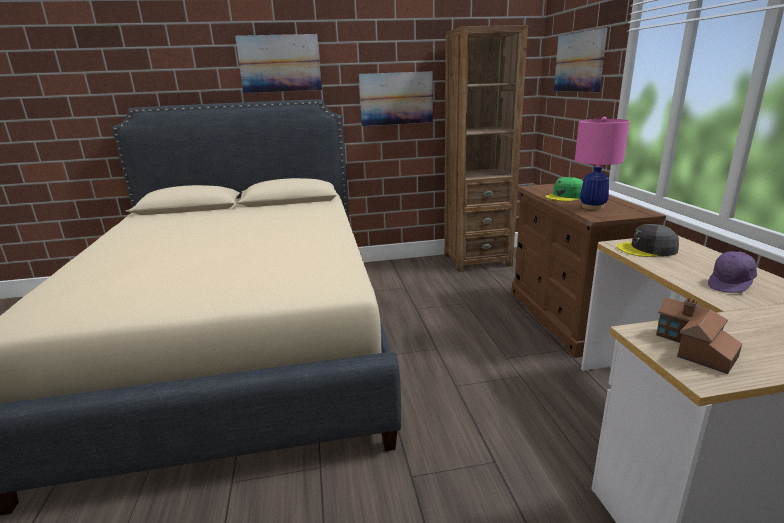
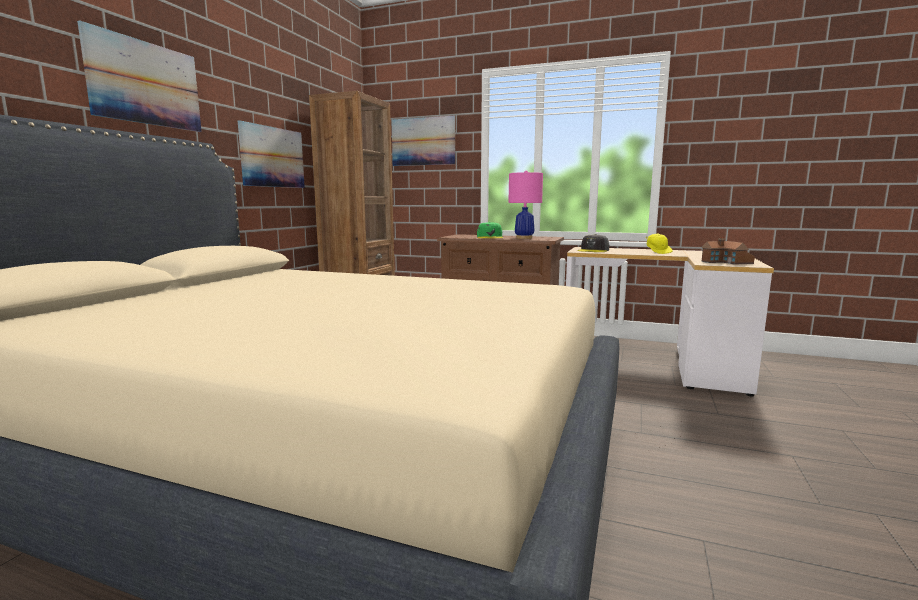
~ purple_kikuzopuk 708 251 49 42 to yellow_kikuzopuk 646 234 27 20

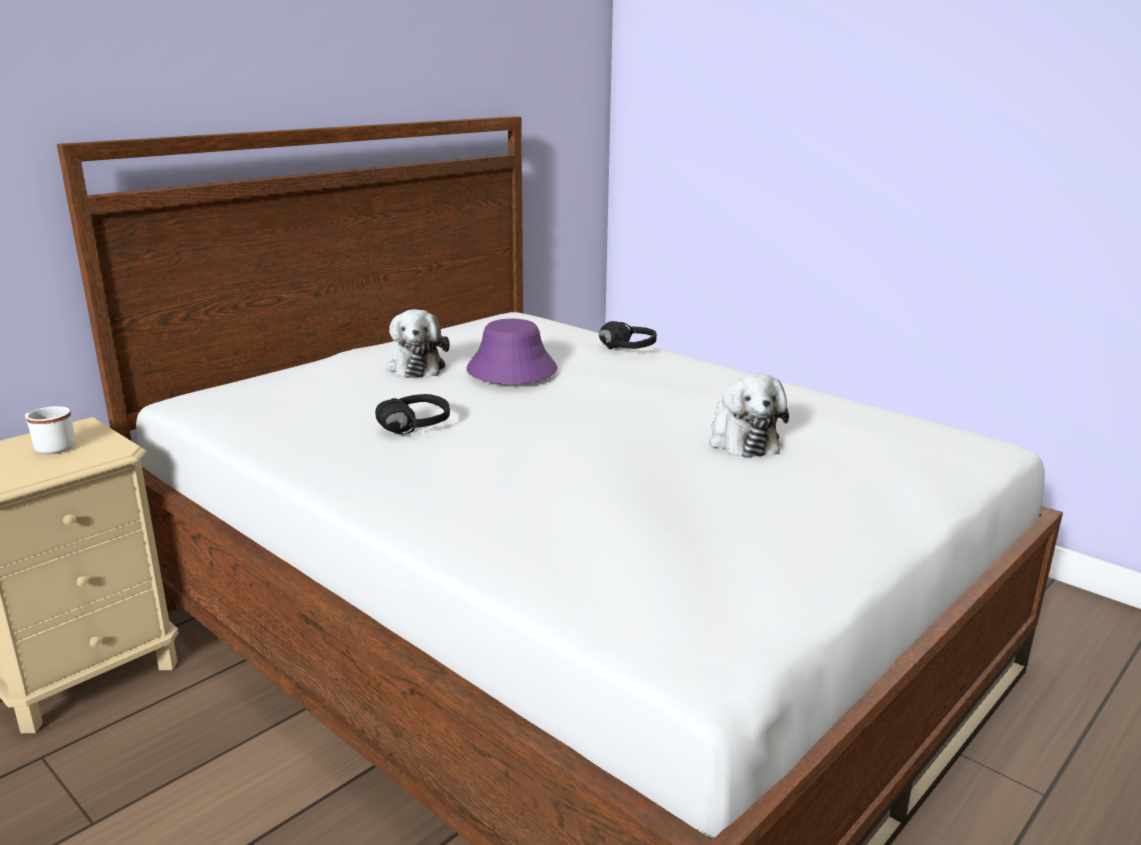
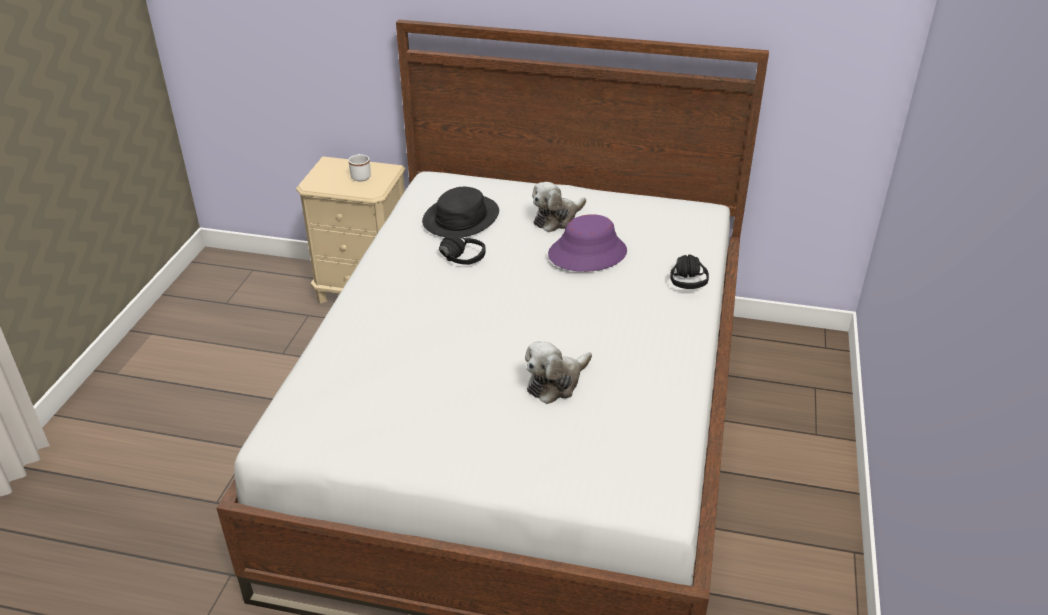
+ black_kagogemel 422 187 77 50

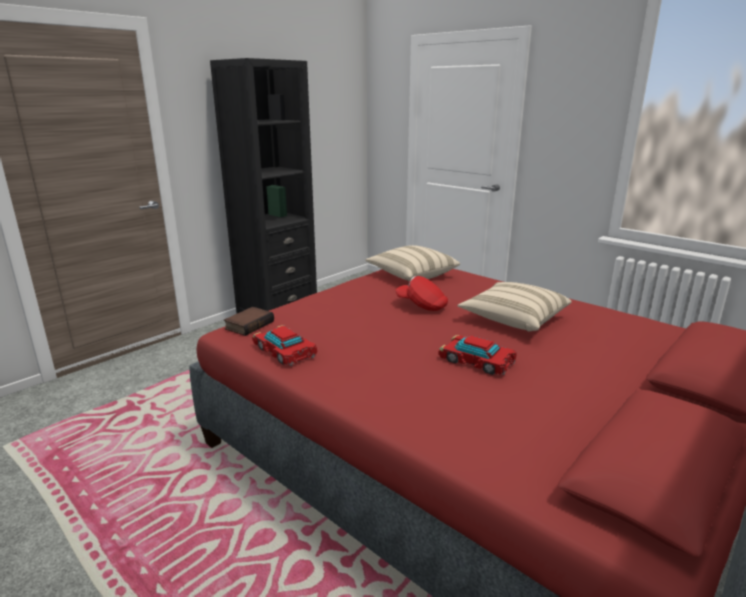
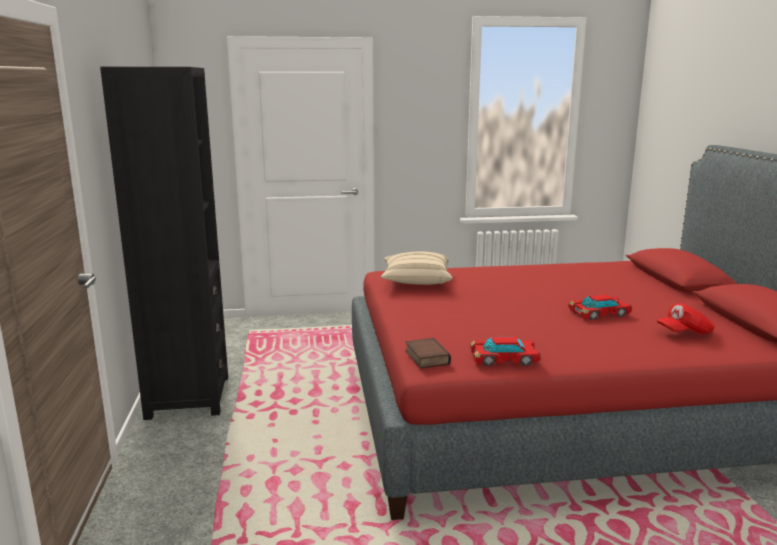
~ red_kikuzopuk 395 276 53 35 to 657 303 58 32
- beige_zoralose 458 282 114 49

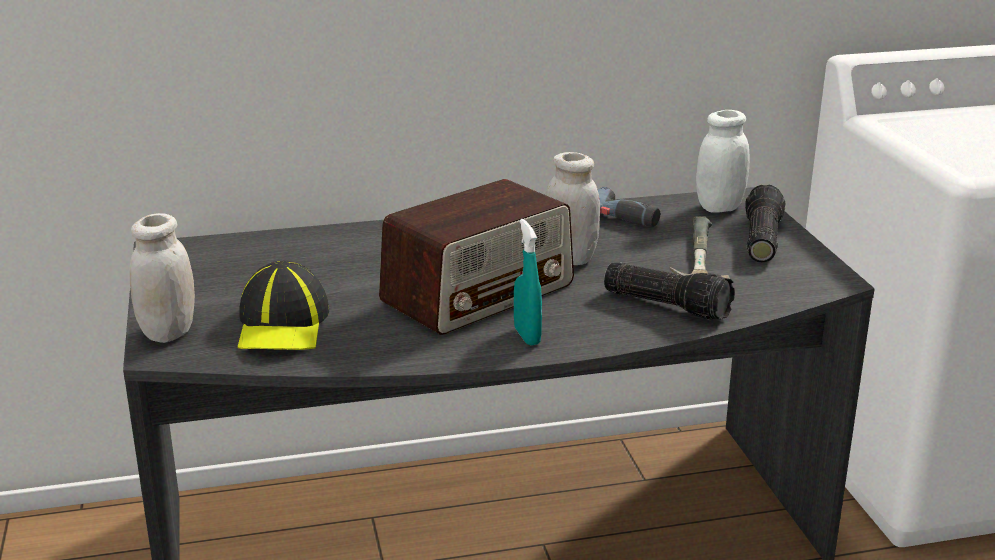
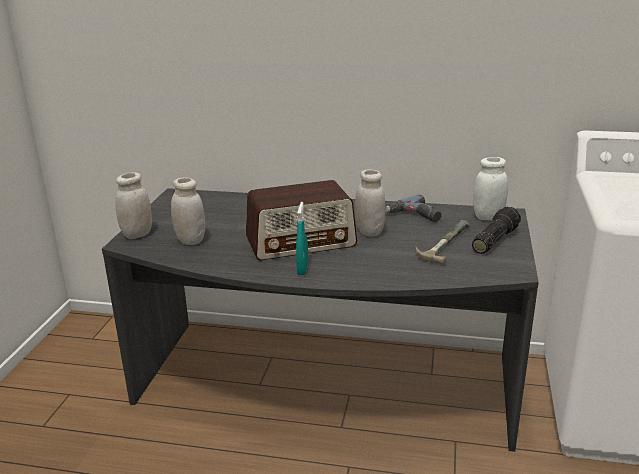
~ kikuzopuk 237 261 92 89 to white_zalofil 171 177 34 68
- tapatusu 604 263 131 57

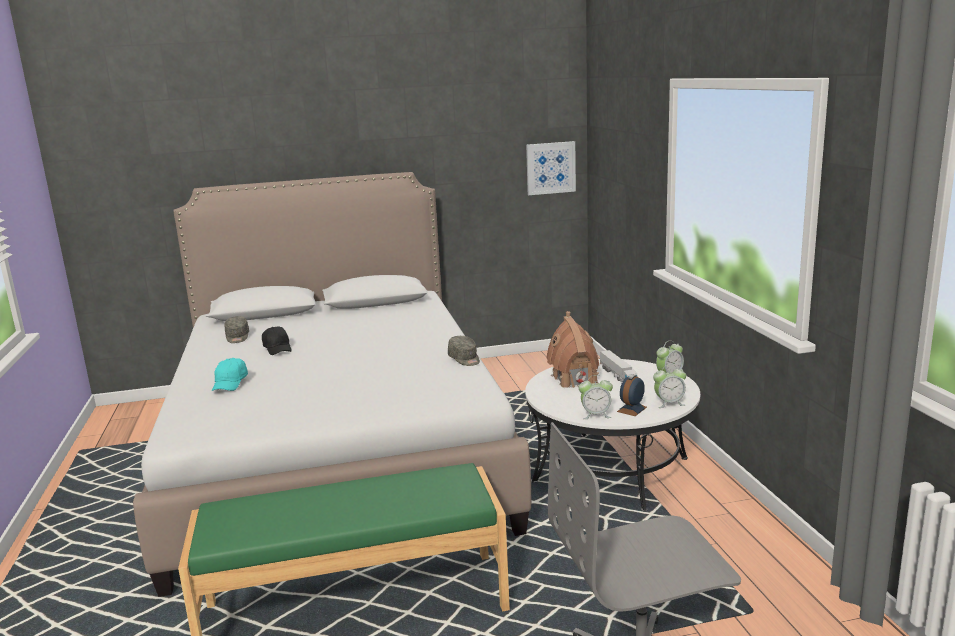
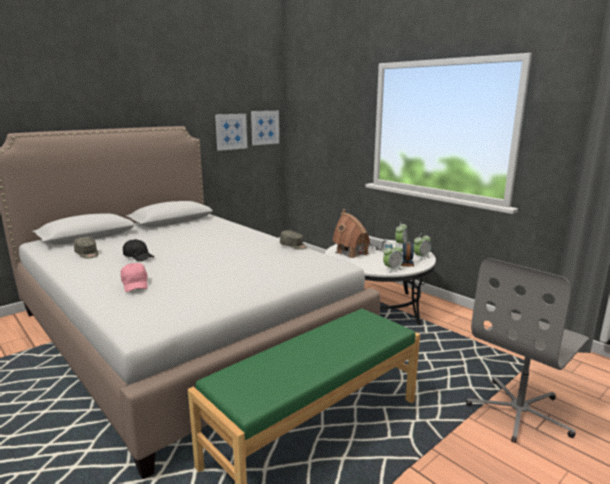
~ turquoise_kikuzopuk 212 358 36 33 to pink_kikuzopuk 121 263 27 29
+ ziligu 215 114 32 37

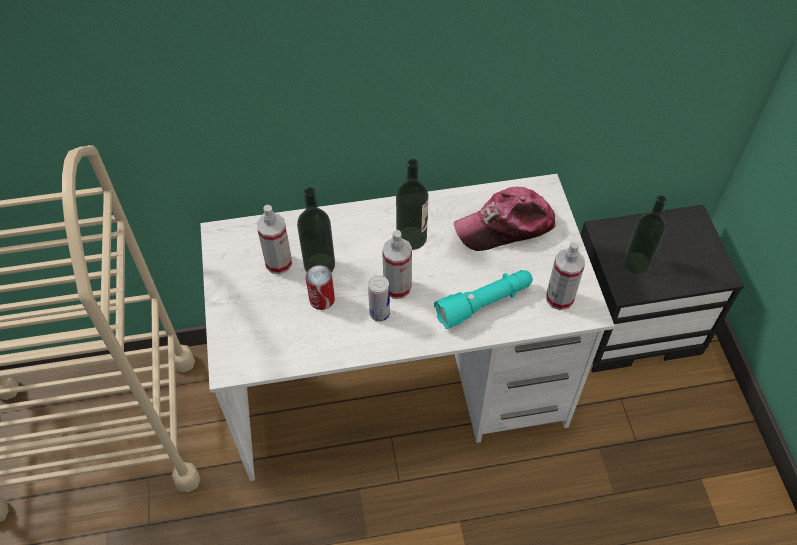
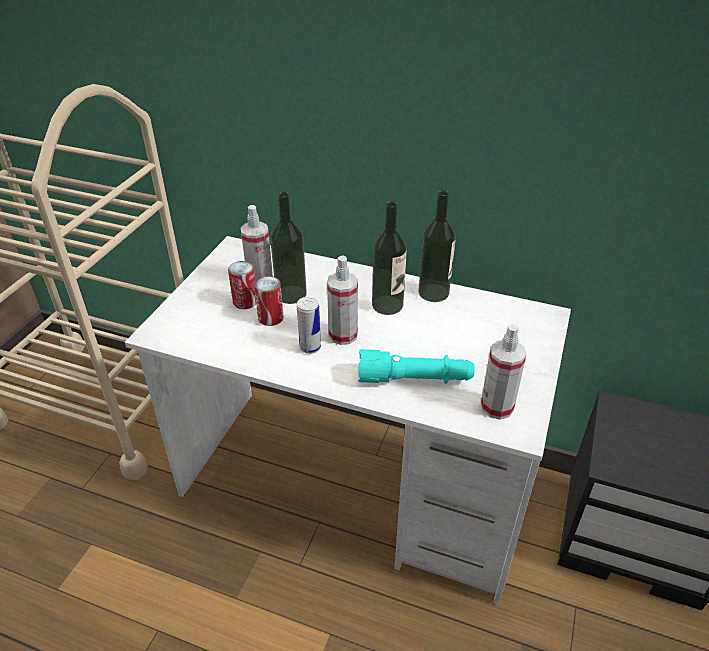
- kikuzopuk 454 187 102 64
~ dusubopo 624 195 43 79 to 418 190 38 112
+ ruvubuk 228 261 28 48

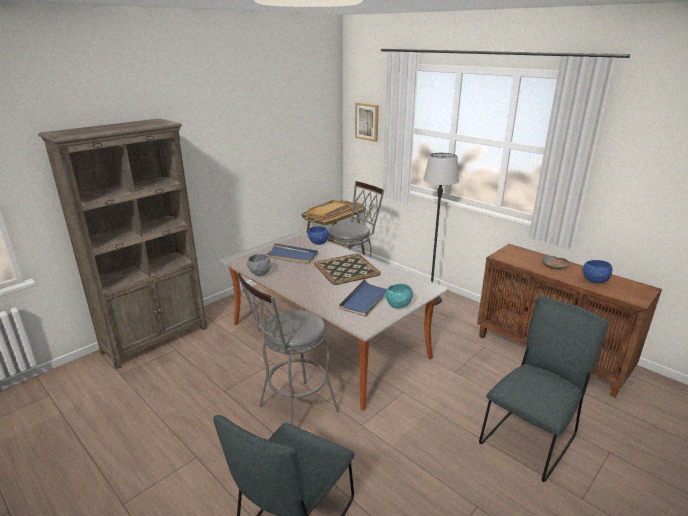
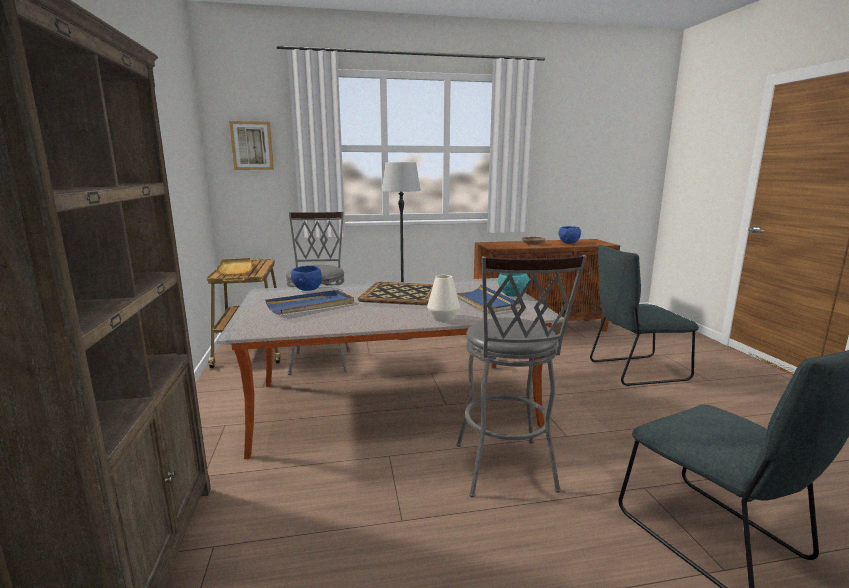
- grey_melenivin 247 254 24 22
~ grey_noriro 479 296 130 186 = 590 245 109 141 90 degrees counterclockwise
+ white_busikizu 427 275 33 47

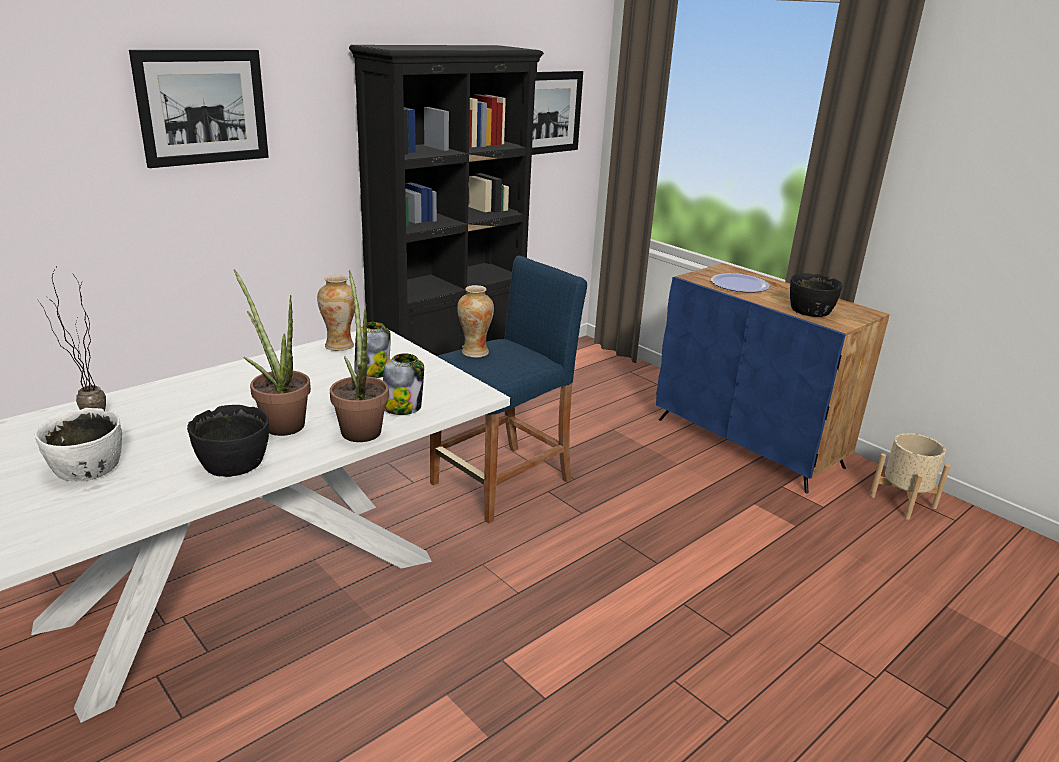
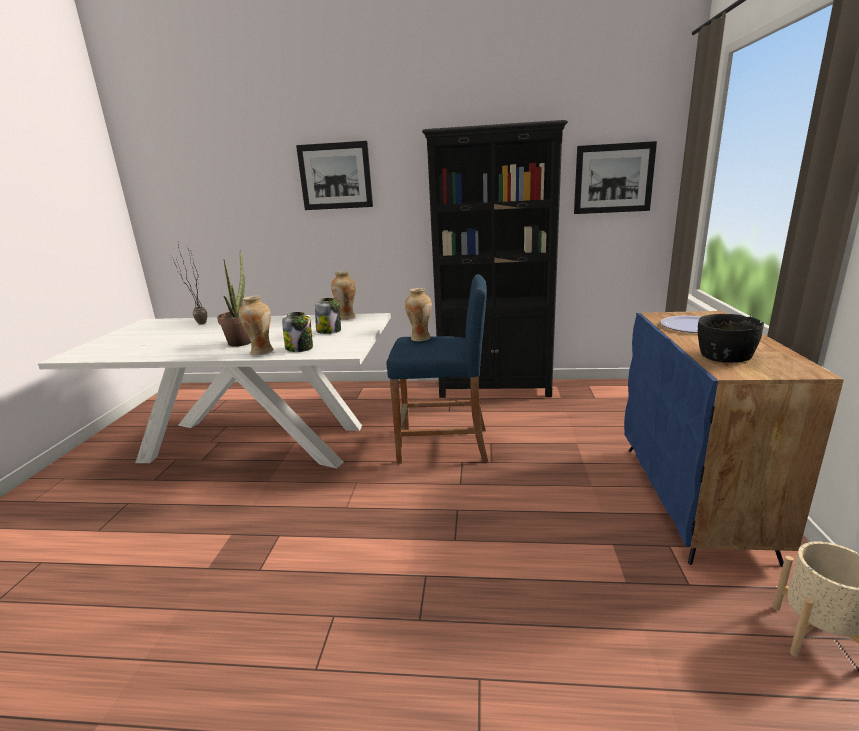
~ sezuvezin 330 271 59 171 to busikizu 239 296 35 59
- black_melenivin 187 405 82 72
- white_melenivin 34 408 88 73

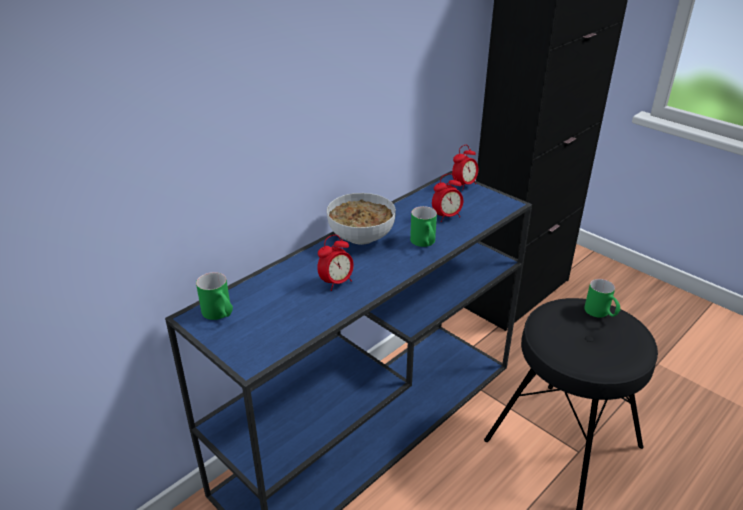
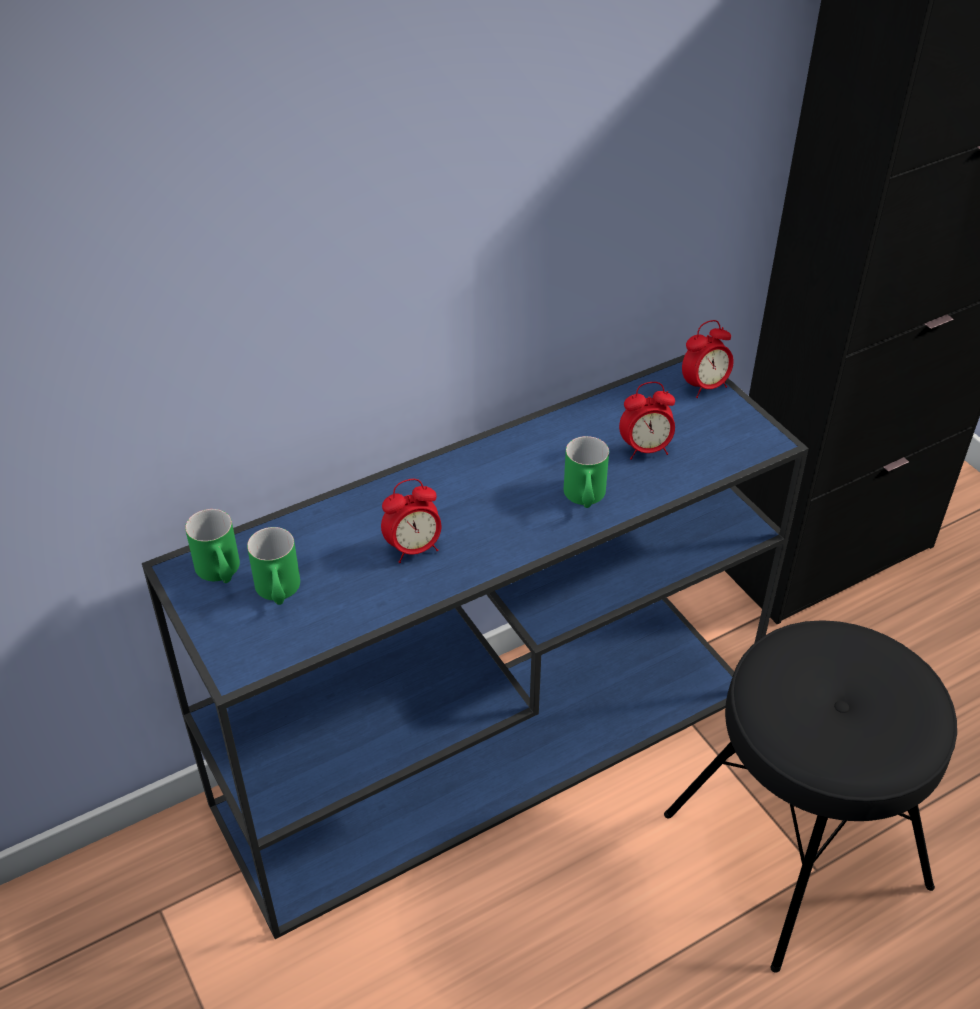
- melenivin 327 193 69 52
~ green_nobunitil 584 279 37 38 to 247 527 53 78

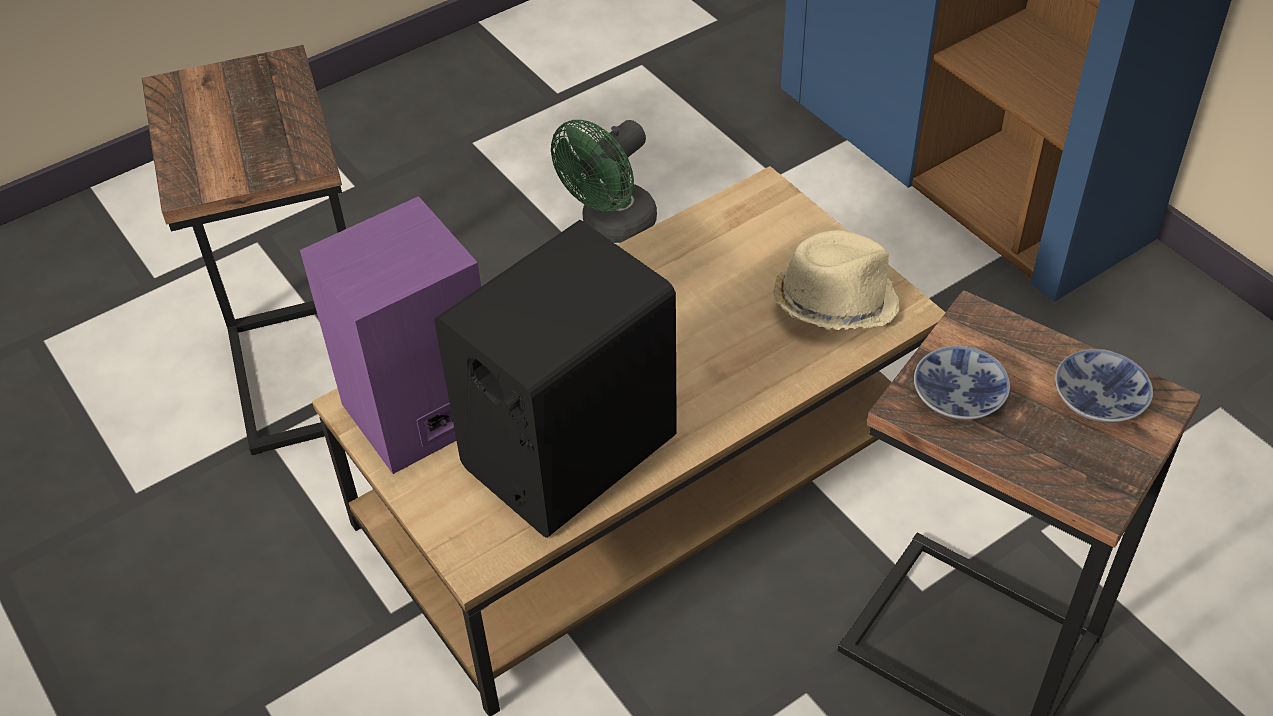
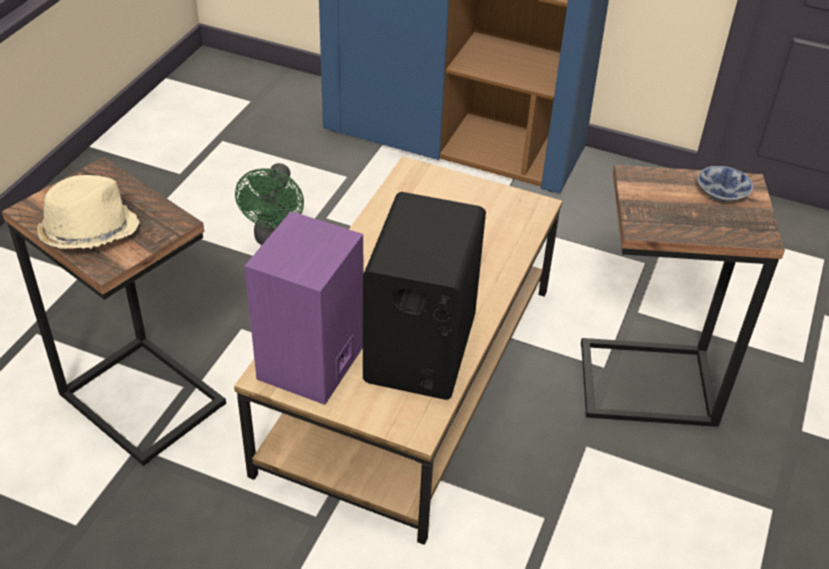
~ beige_kagogemel 773 230 127 100 to 37 175 103 74
- melenivin 914 346 96 74

